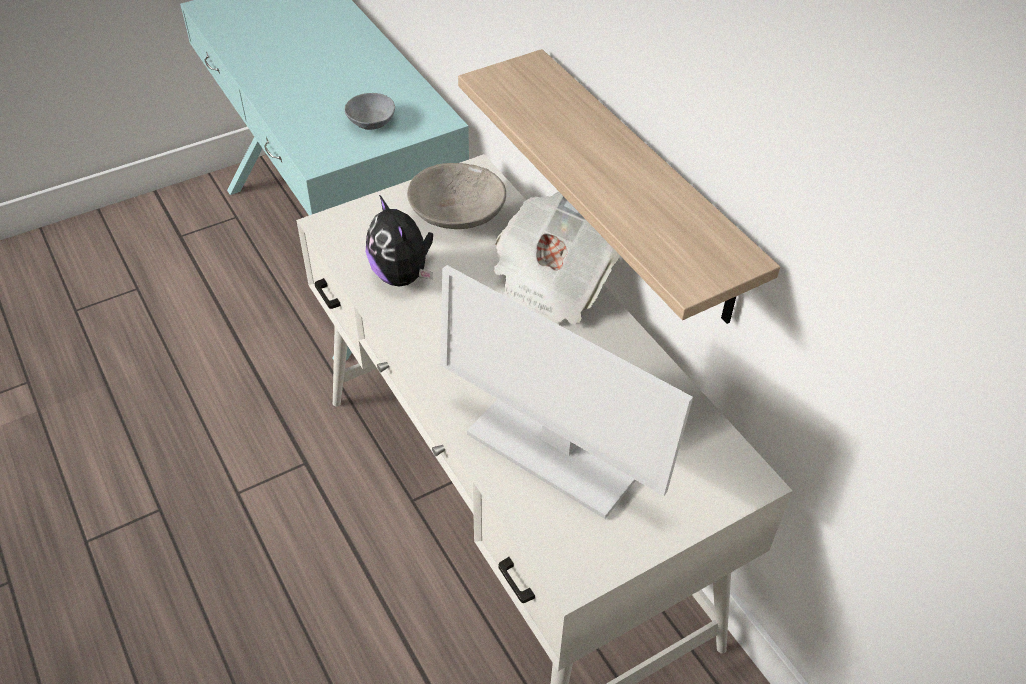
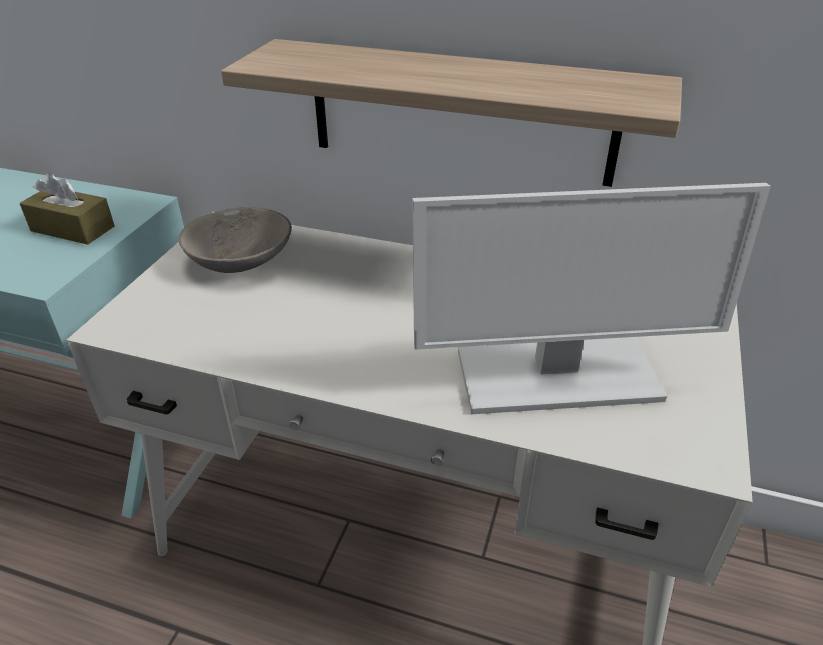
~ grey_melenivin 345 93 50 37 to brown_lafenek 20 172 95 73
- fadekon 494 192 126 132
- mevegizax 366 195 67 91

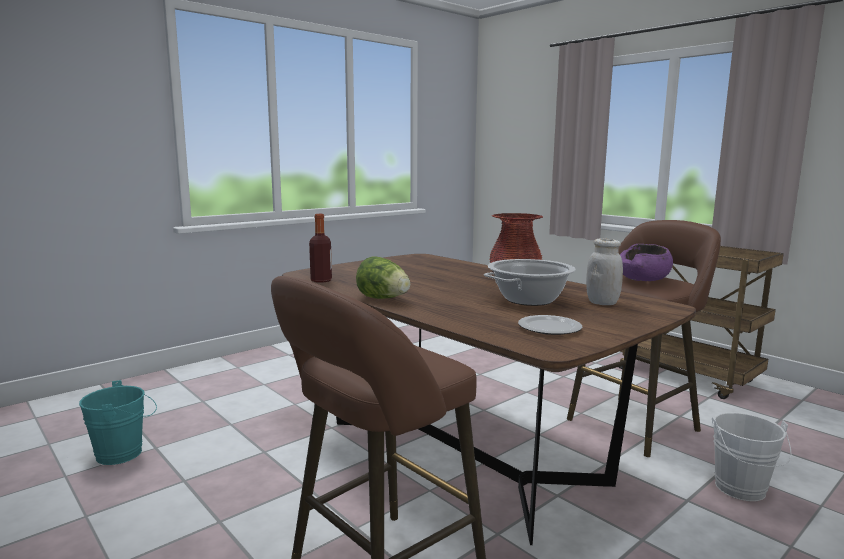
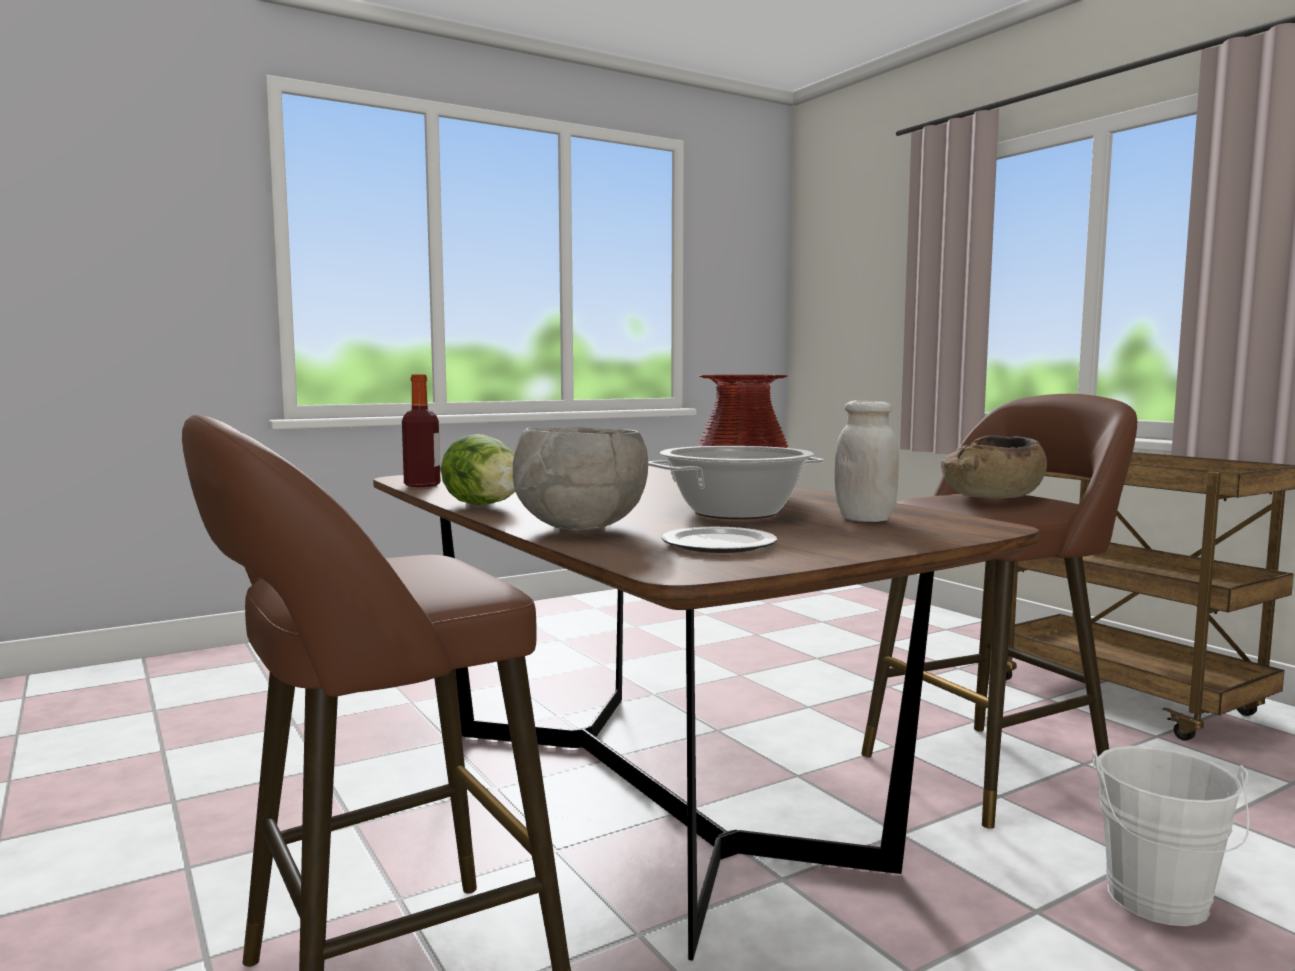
~ purple_melenivin 620 244 53 37 to brown_melenivin 941 436 106 62
- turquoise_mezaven 79 380 78 85
+ grey_melenivin 513 427 135 104

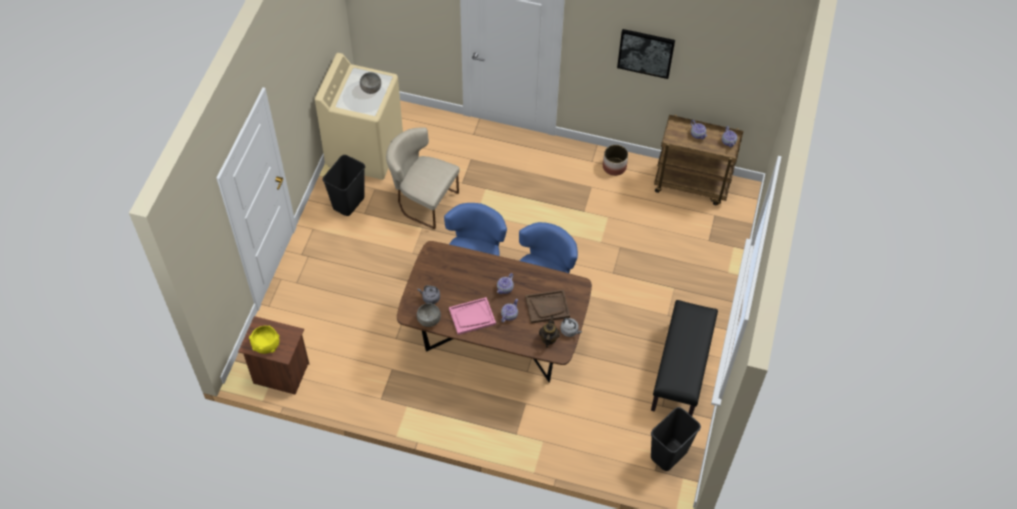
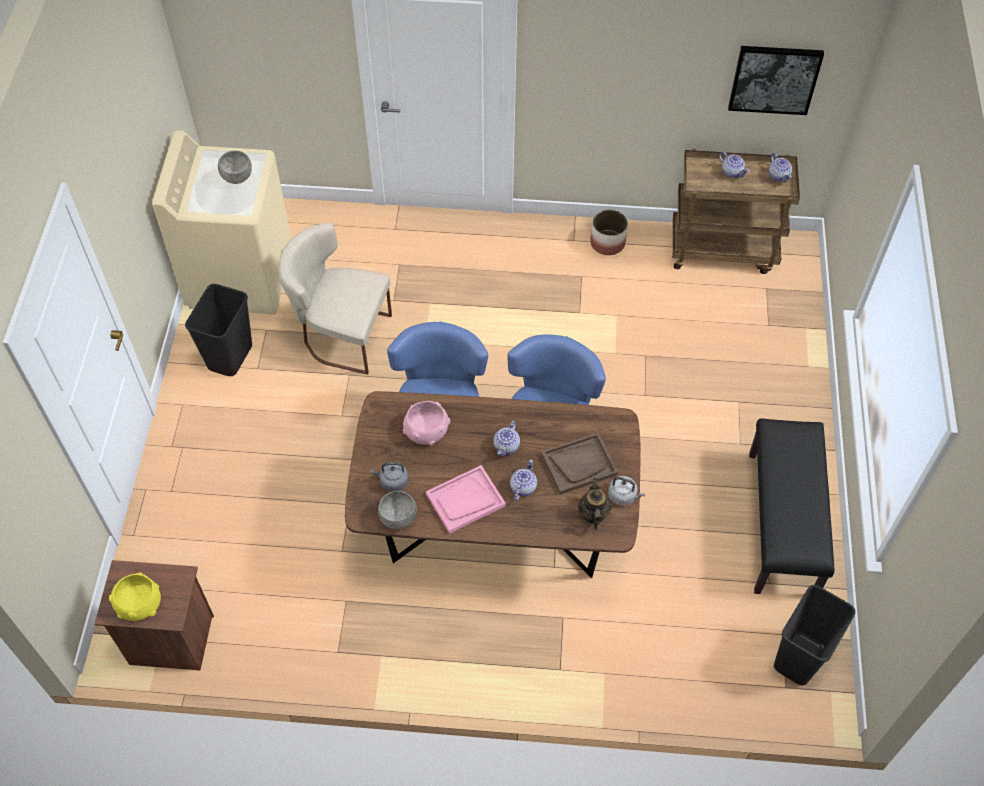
~ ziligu 617 29 58 50 to 728 46 96 69
+ pink_melenivin 403 401 47 44

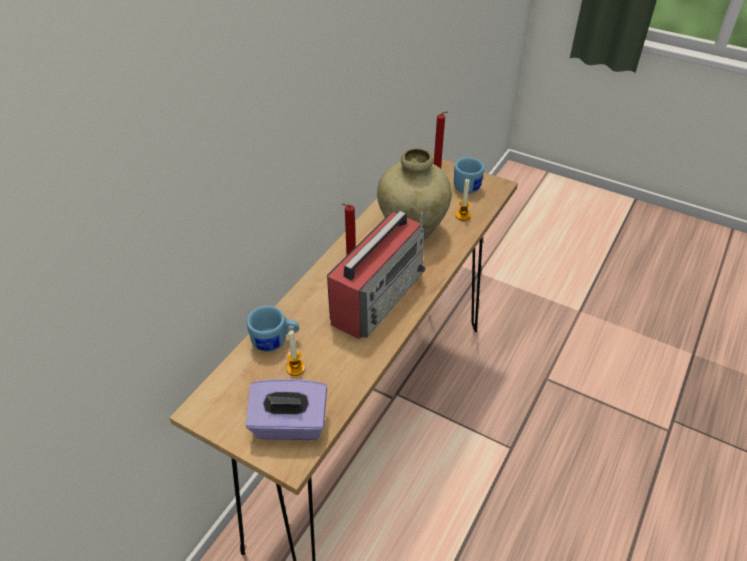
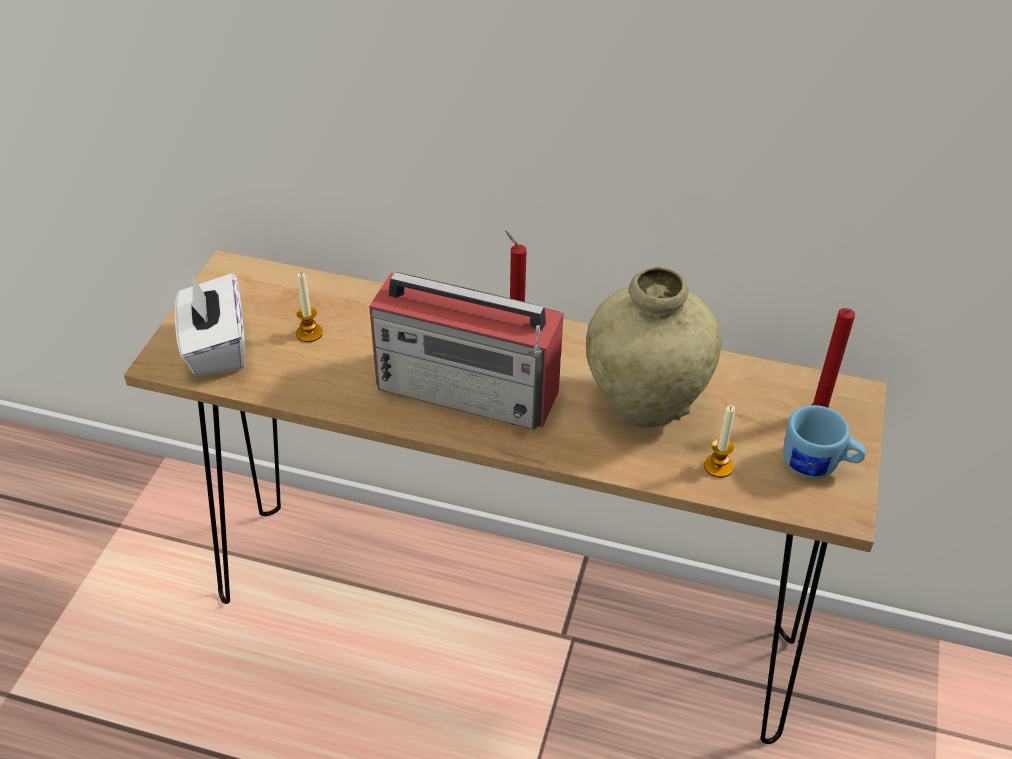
- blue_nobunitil 247 306 52 46
~ purple_lafenek 246 379 81 61 to white_lafenek 175 273 70 103

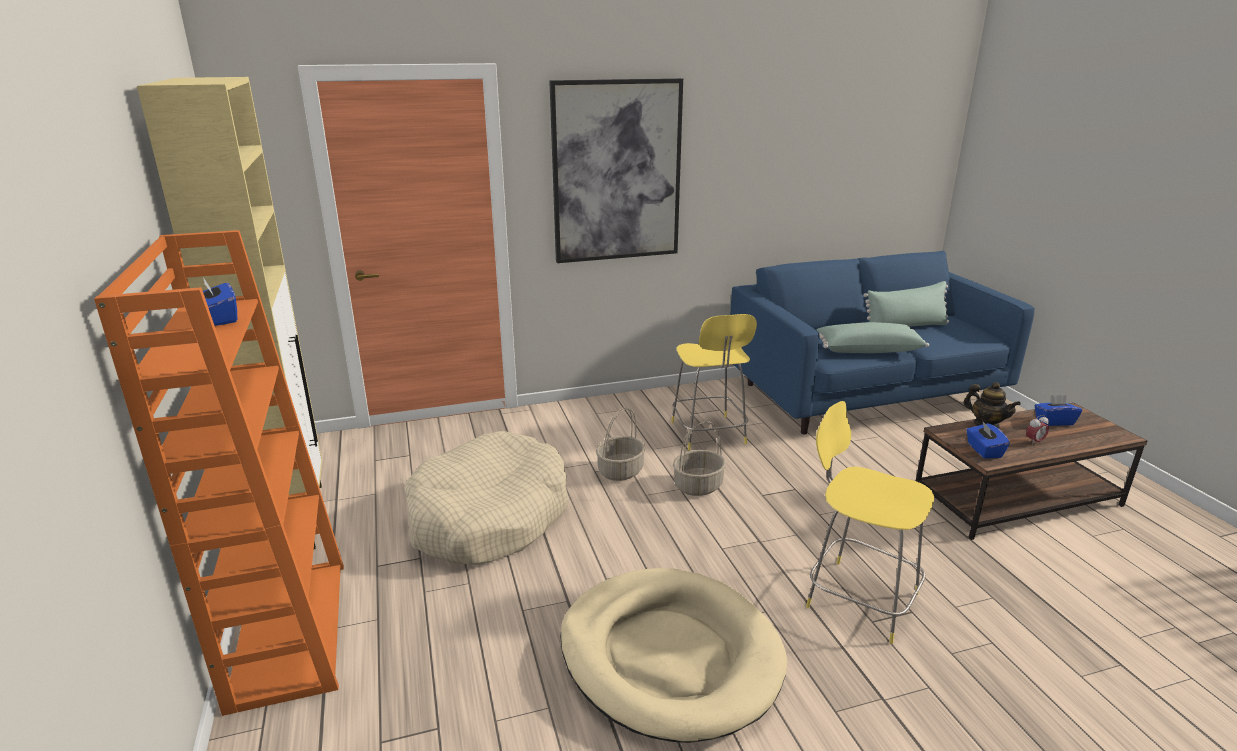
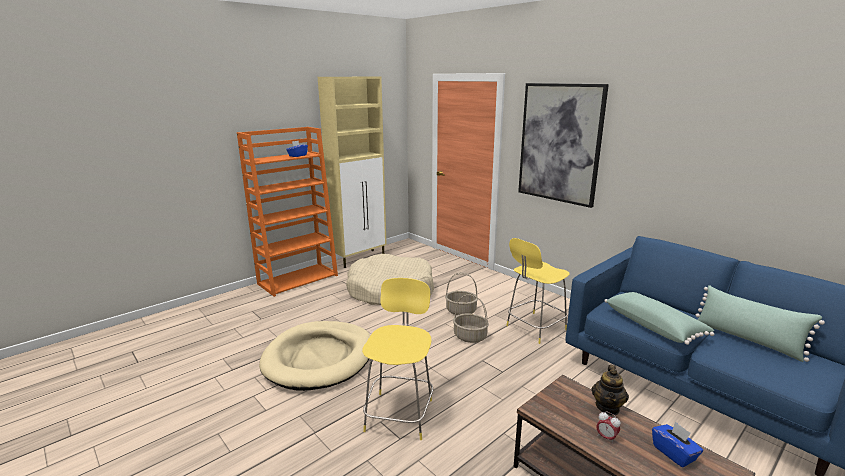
- blue_lafenek 966 420 44 39

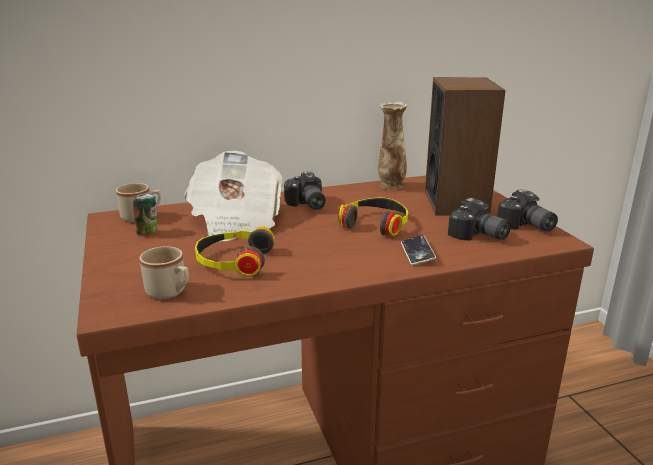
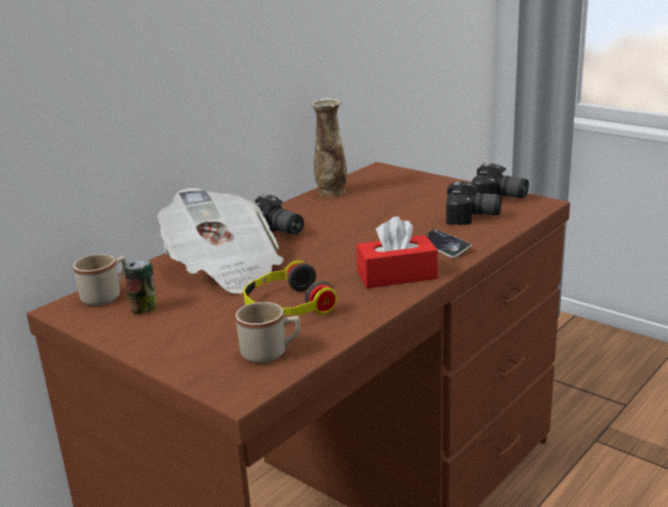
- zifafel 425 77 81 139
- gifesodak 338 197 70 39
+ red_lafenek 356 216 82 72

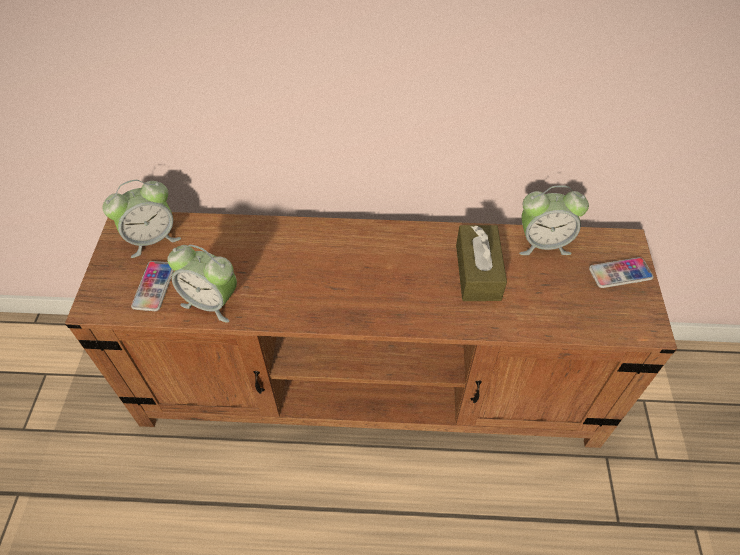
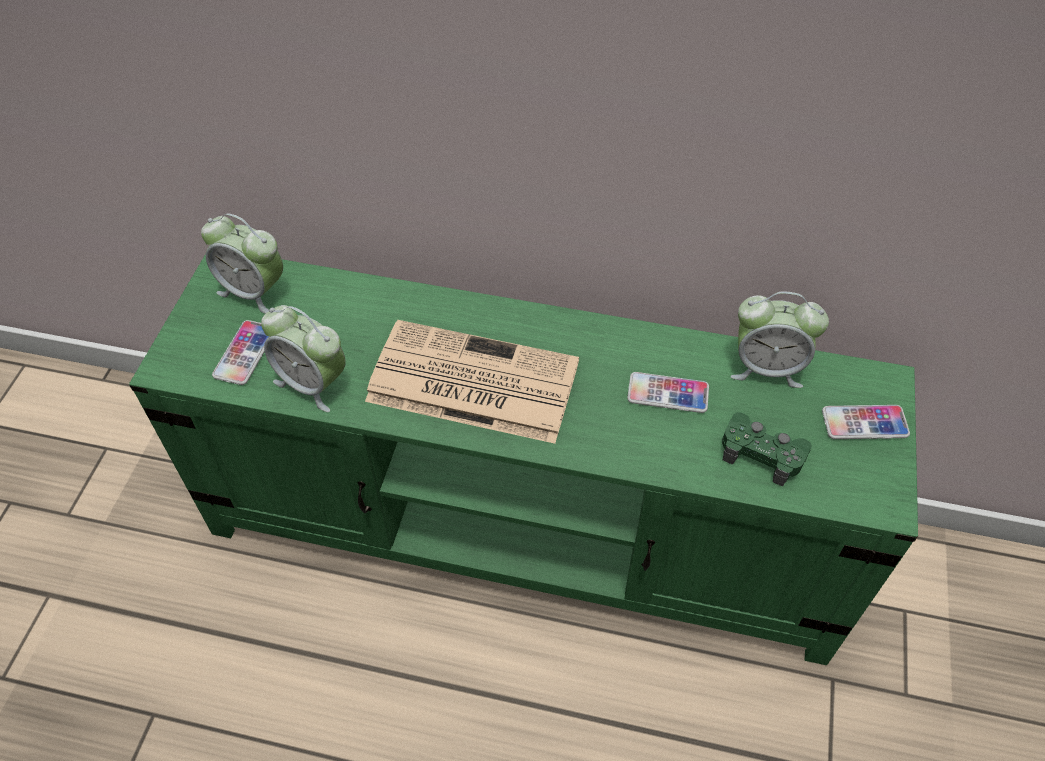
~ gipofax 103 180 78 78 = 201 213 82 101 45 degrees clockwise
~ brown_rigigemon 65 212 612 236 to green_rigigemon 129 254 789 411
~ brown_lafenek 456 225 51 76 to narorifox 627 372 82 41
+ fadekon 365 320 214 124
+ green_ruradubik 722 412 90 74

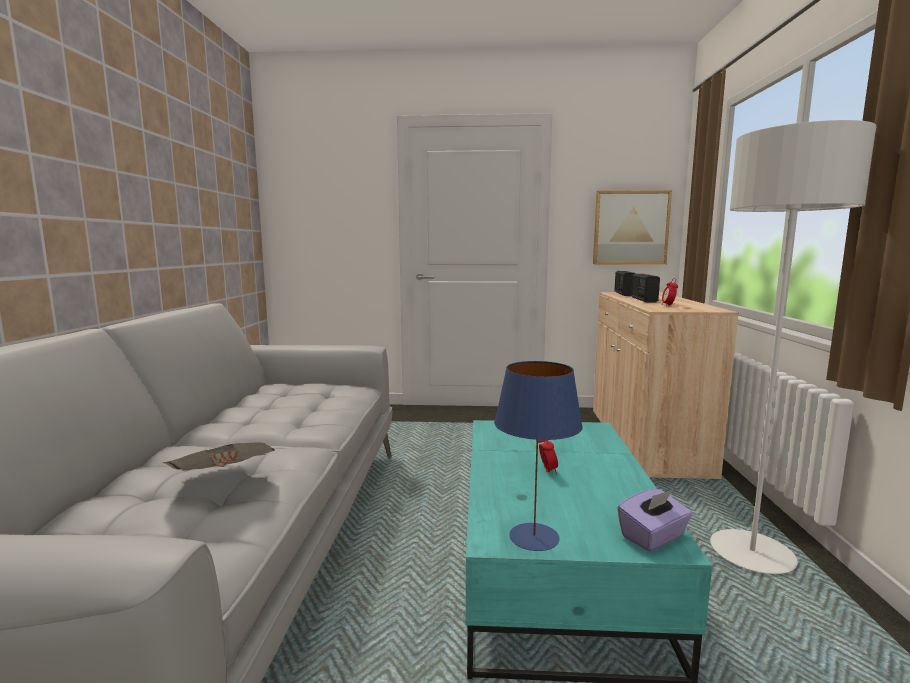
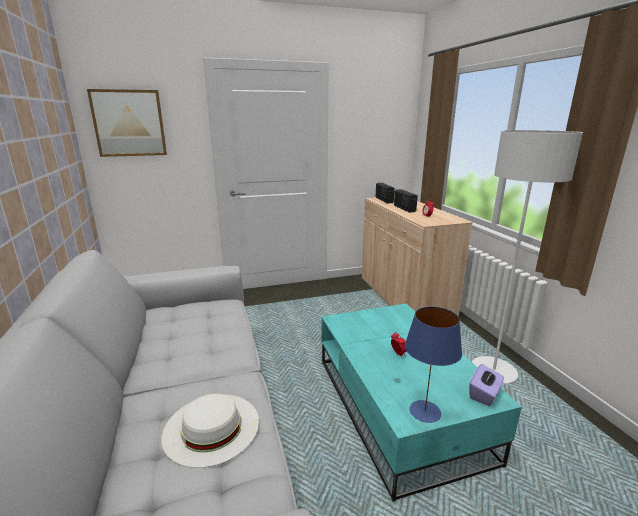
~ ziligu 593 190 79 74 to 87 89 80 68
~ fadekon 163 443 112 27 to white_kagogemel 161 394 98 74

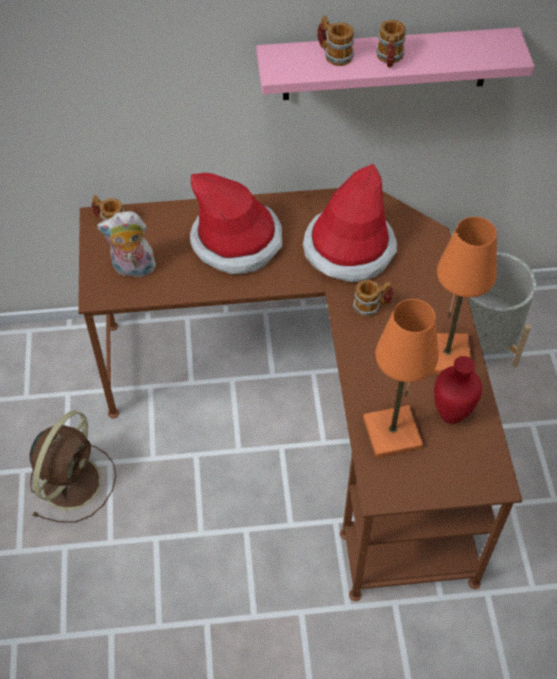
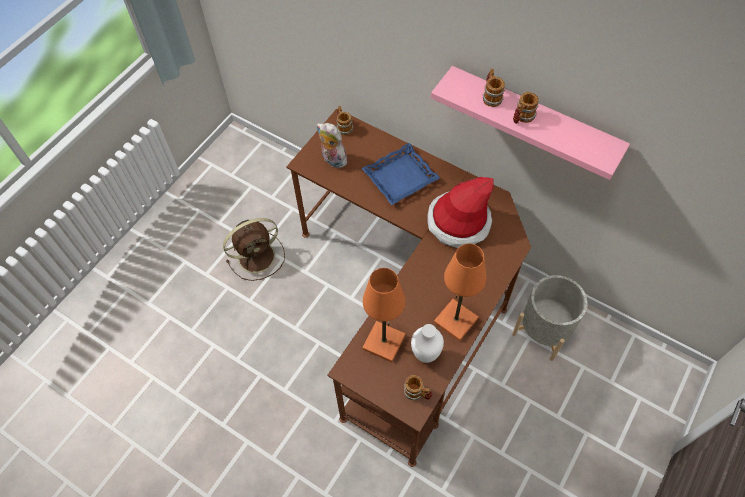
~ kagogemel 190 173 92 101 to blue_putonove 361 143 79 62
~ nobunitil 353 280 40 37 to 404 375 28 26
~ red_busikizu 434 356 48 68 to white_busikizu 411 324 33 39

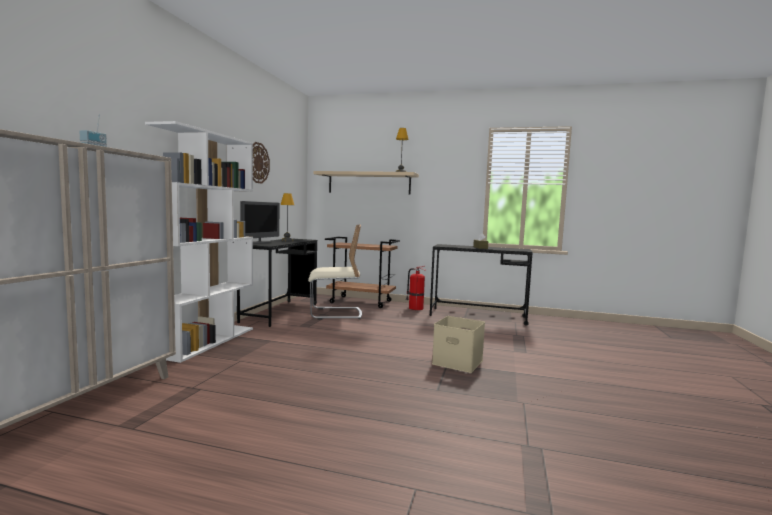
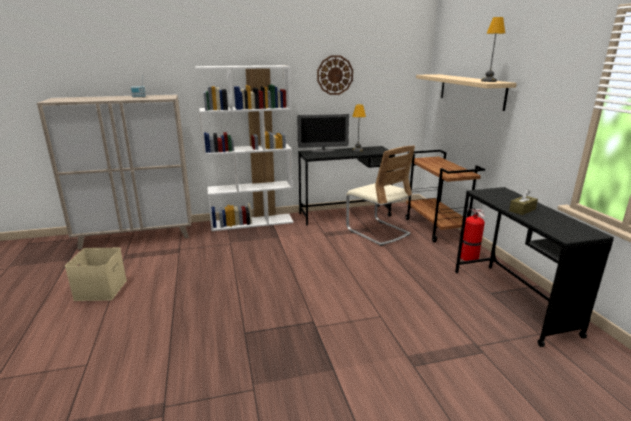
~ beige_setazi 432 316 53 57 to 65 248 62 53

